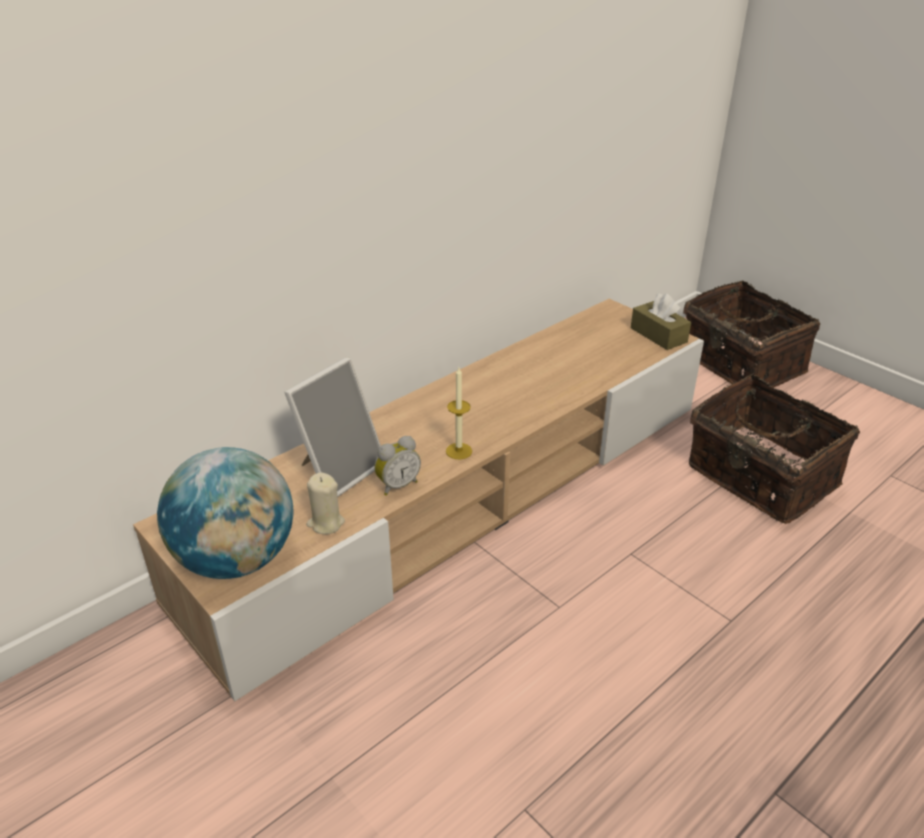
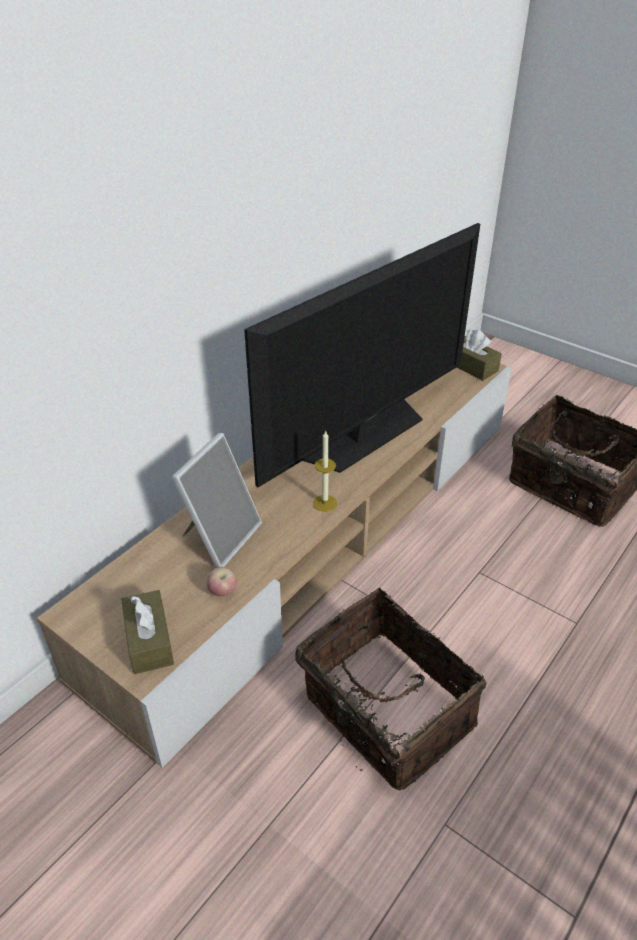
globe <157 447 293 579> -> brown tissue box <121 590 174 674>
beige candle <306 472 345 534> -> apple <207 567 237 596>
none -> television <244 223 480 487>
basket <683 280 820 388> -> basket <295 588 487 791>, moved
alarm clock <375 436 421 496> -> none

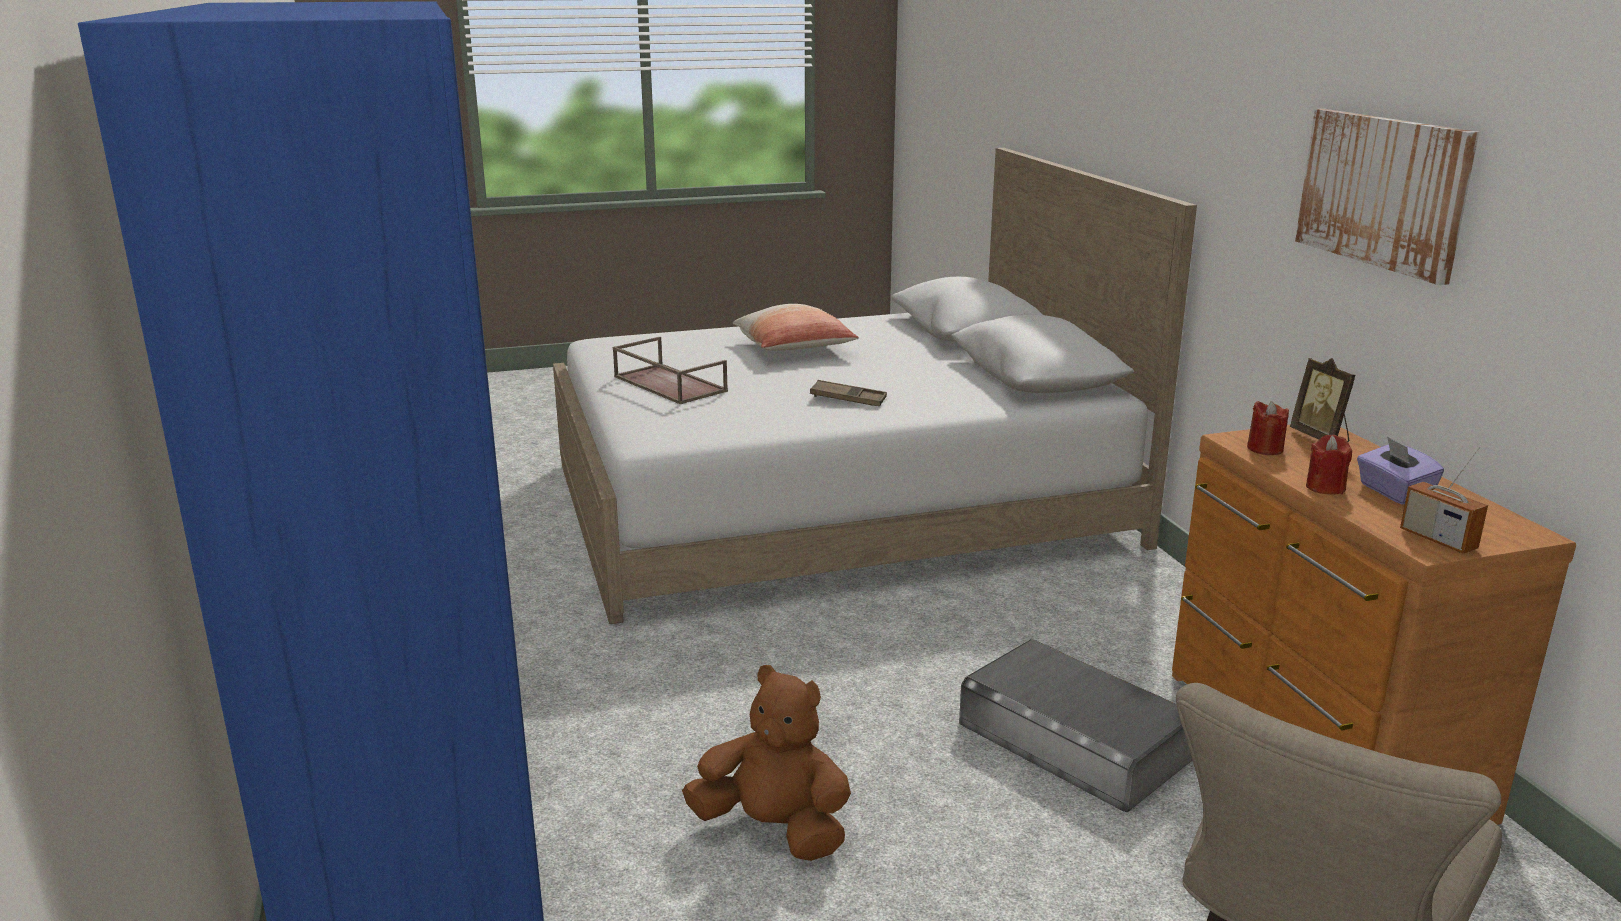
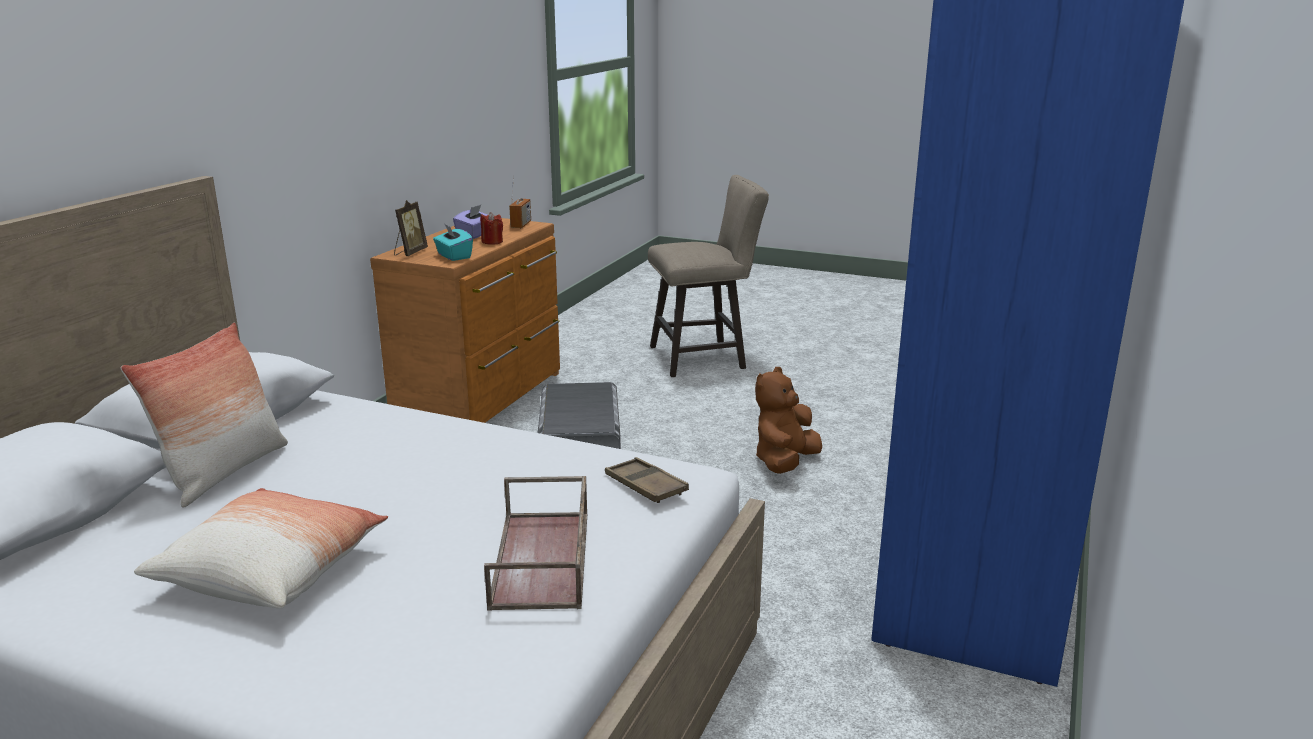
none -> pillow <120 323 288 508>
red candle <1247 401 1289 455> -> turquoise tissue box <433 223 473 261>
brown tray <810 380 887 406> -> brown tray <605 457 689 503>, moved
brown plush toy <682 665 851 861> -> brown plush toy <755 367 822 474>, 60 degrees clockwise
picture <1295 109 1479 285> -> none

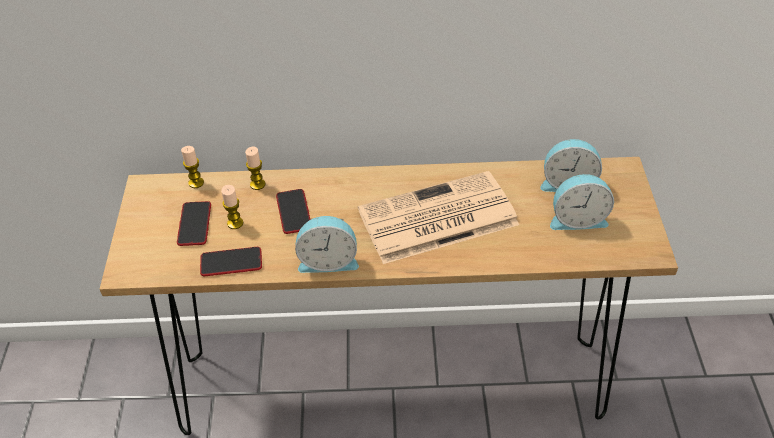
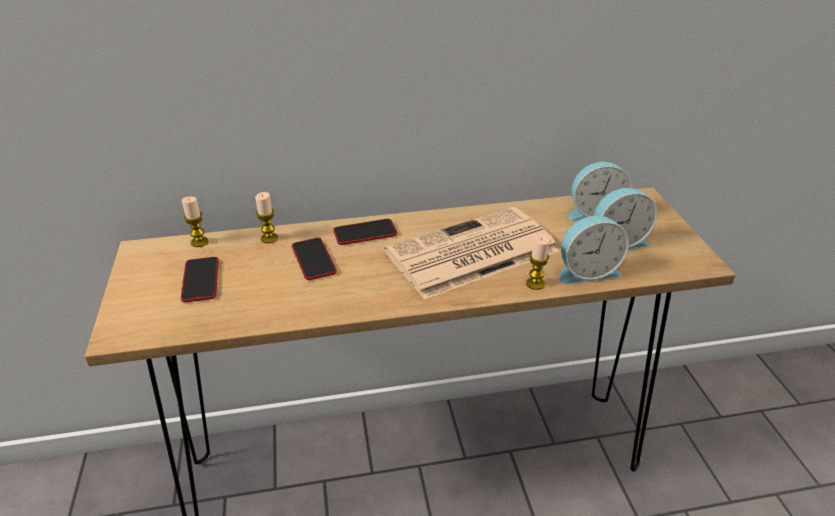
phone <200 247 262 276> -> phone <333 219 397 245>, moved
candle <221 185 244 229> -> candle <526 234 550 290>, moved
alarm clock <295 216 359 273> -> alarm clock <559 216 629 284>, moved

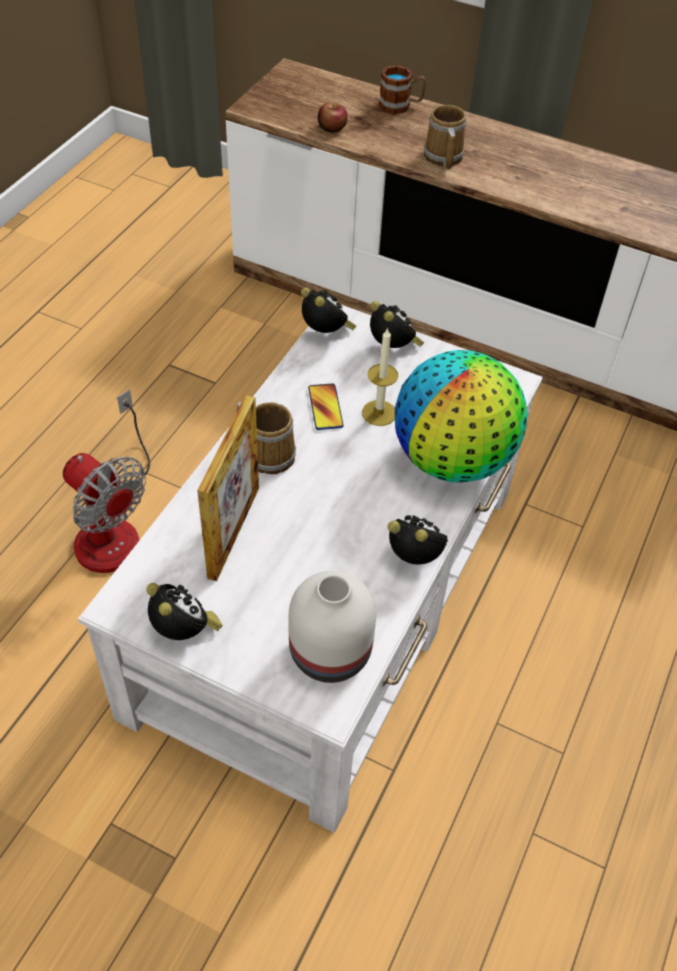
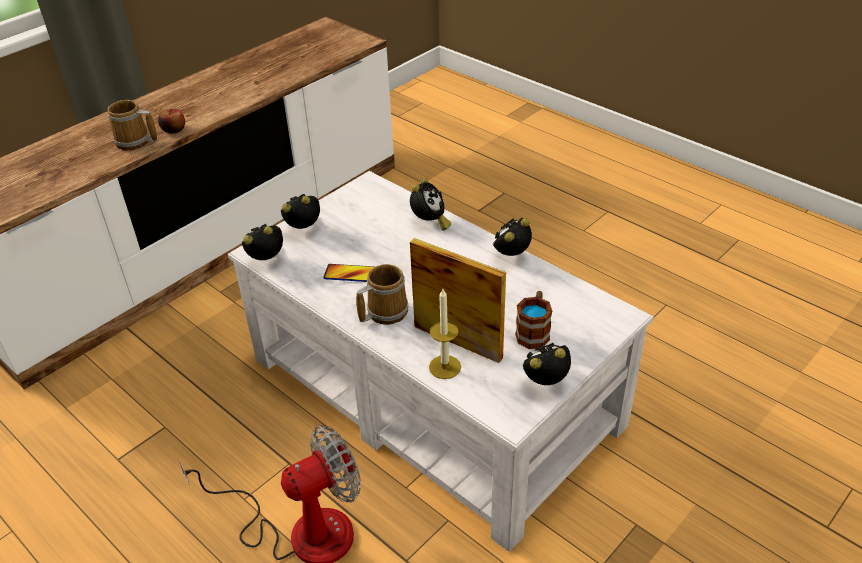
apple <318 102 348 132> -> apple <158 109 185 134>, moved
globe <395 350 527 483> -> alarm clock <410 178 451 231>
candle <362 327 398 426> -> candle <429 289 461 379>, moved
mug <379 65 426 114> -> mug <515 291 552 349>, moved
white vase <289 571 376 683> -> none

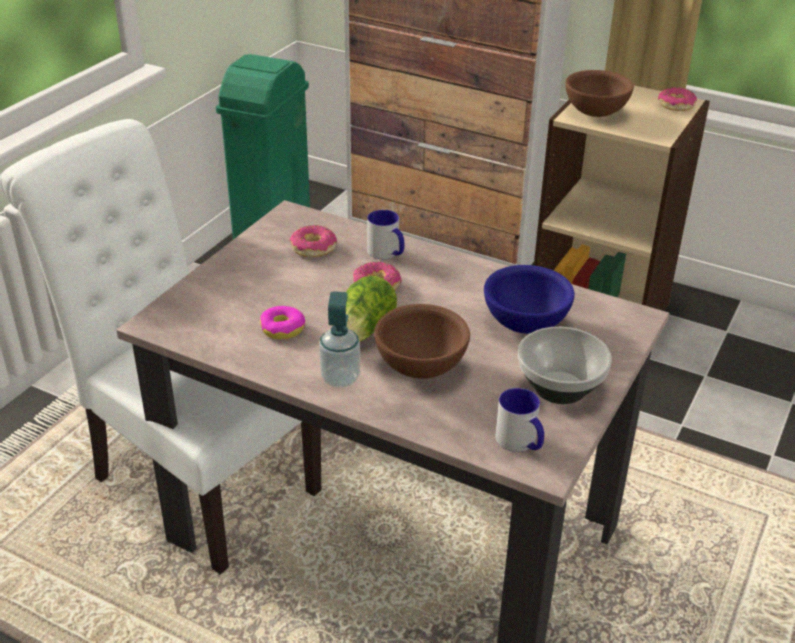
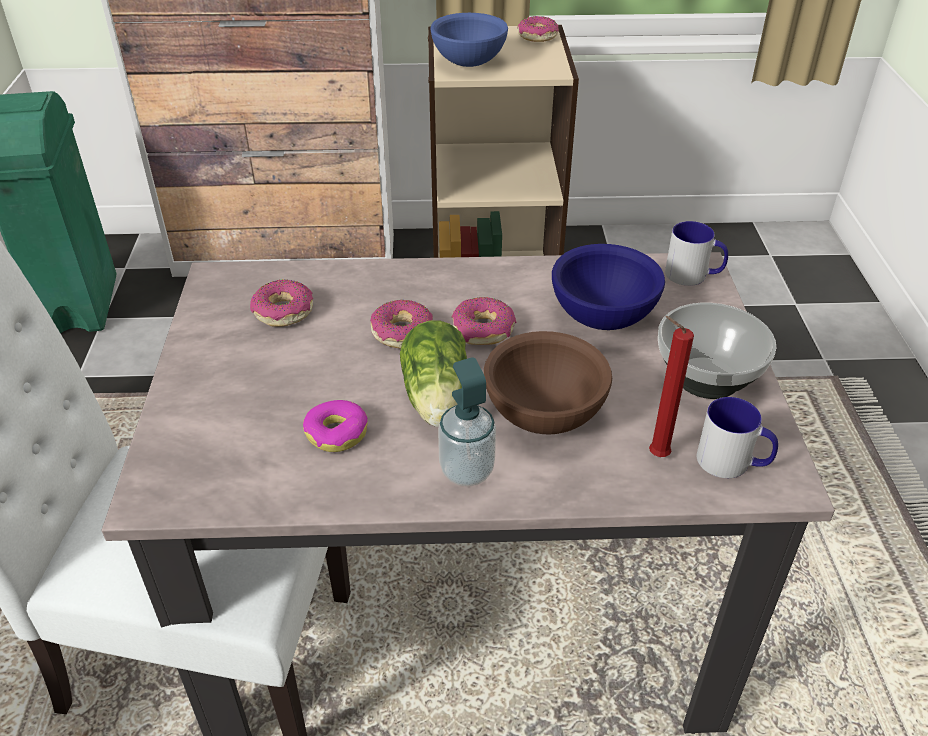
brown bowl <565 70 634 117> -> blue bowl <430 13 508 67>
none -> donut <452 297 516 345>
none -> red candle <649 316 694 457>
mug <367 210 404 259> -> mug <665 221 728 286>, moved

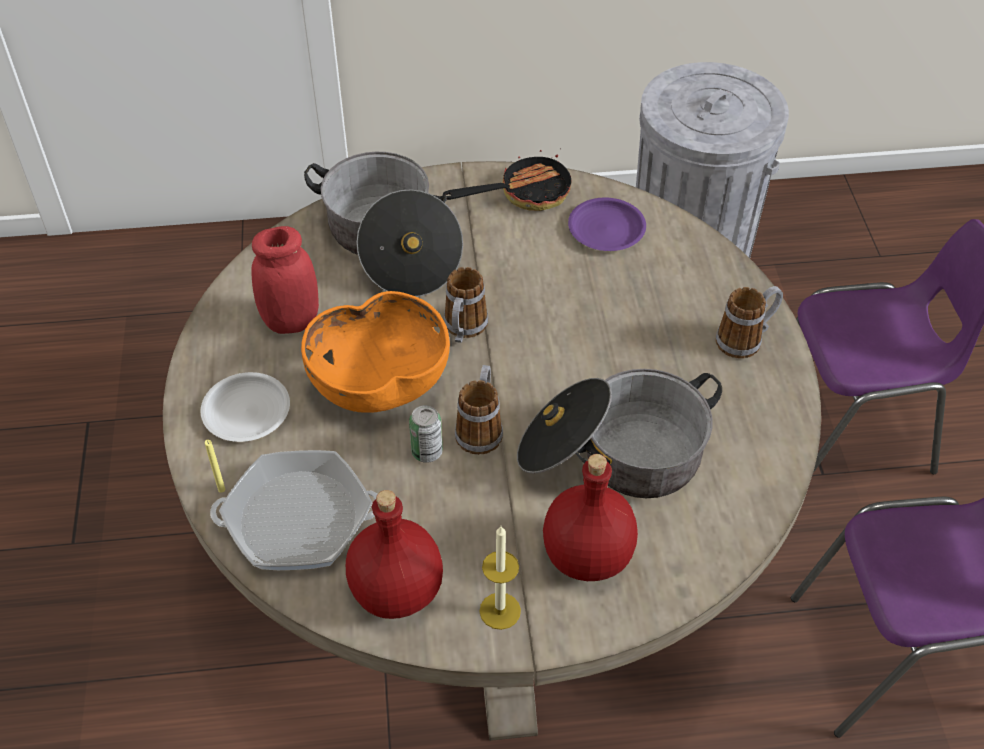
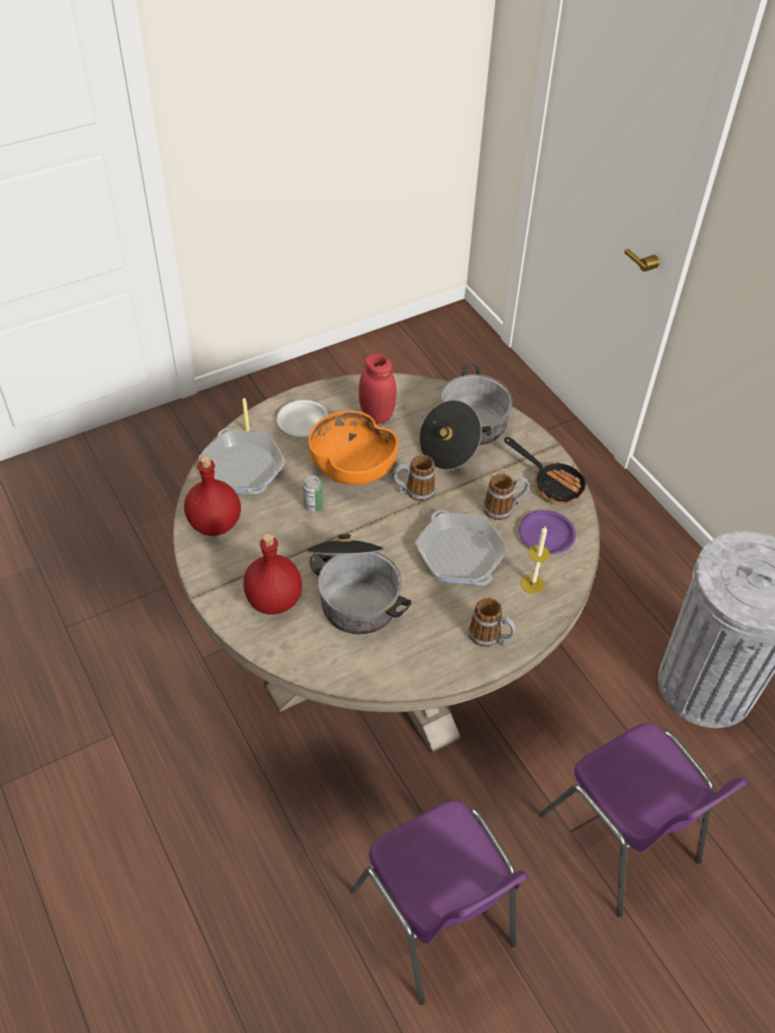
none -> frying pan <415 510 508 585>
mug <455 365 503 455> -> mug <483 473 529 520>, moved
candle <479 526 521 630> -> candle <521 526 550 594>, moved

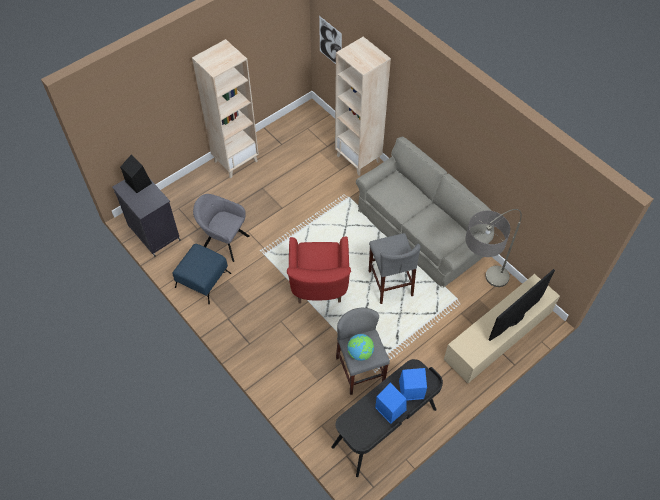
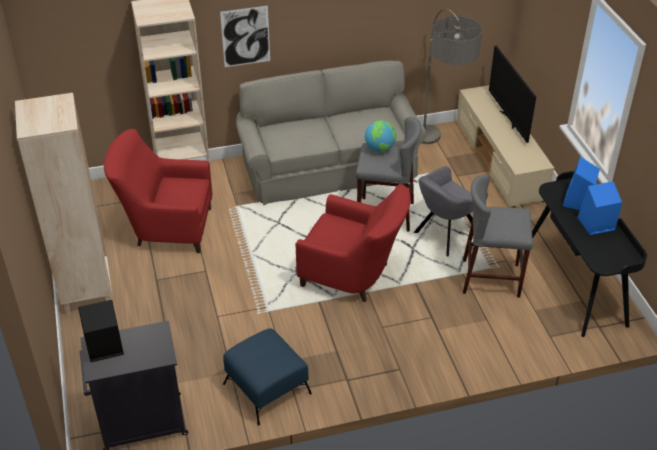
none -> red armchair <104 129 212 253>
picture <319 16 342 64> -> picture <220 6 270 67>, moved
globe <347 334 374 361> -> globe <365 121 396 152>, moved
grey armchair <193 194 250 262> -> grey armchair <414 166 488 257>, moved

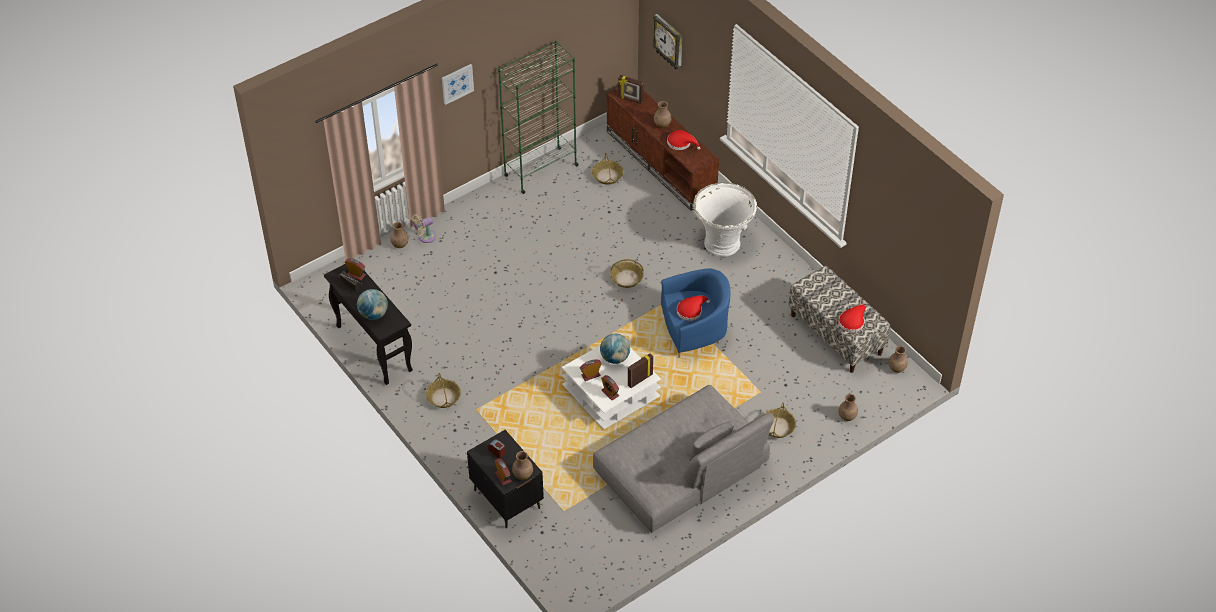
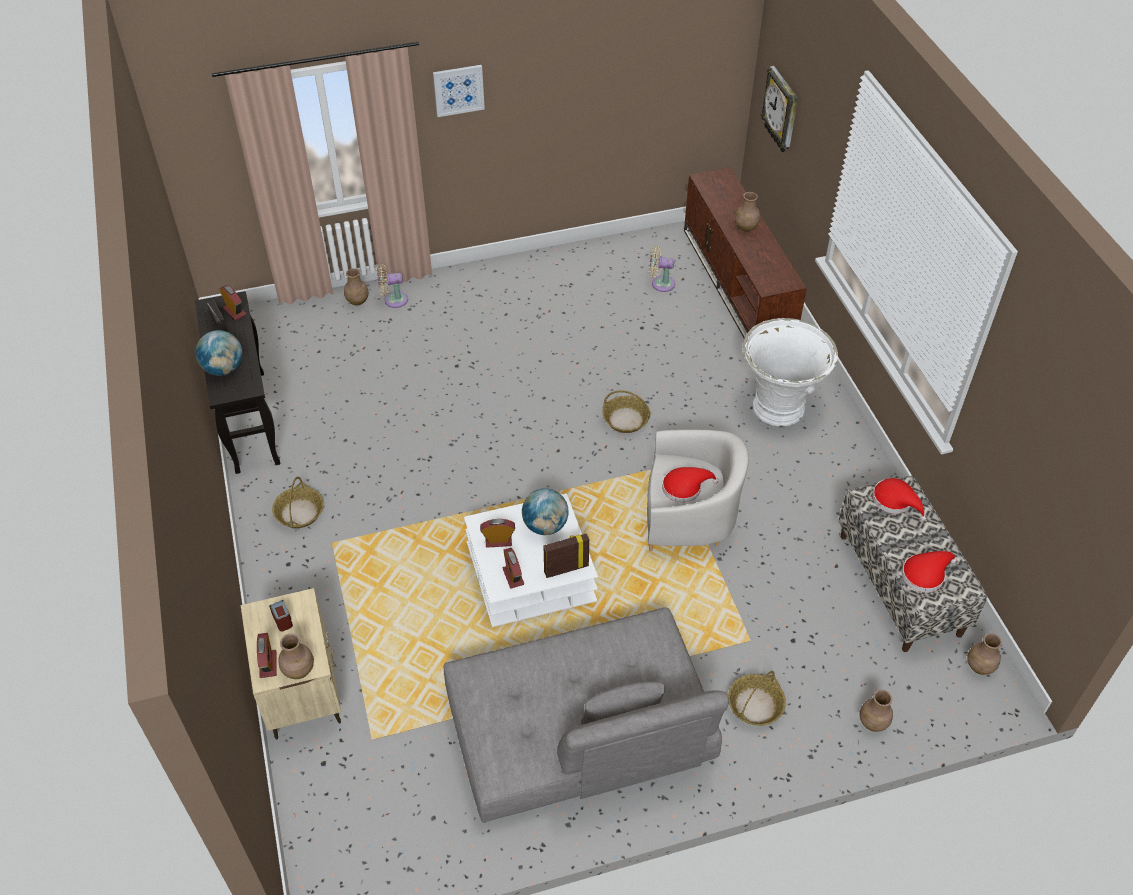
black nightstand <467 430 544 529> -> beige nightstand <241 588 341 740>
blue armchair <661 268 731 358> -> white armchair <647 430 749 551>
basket <592 153 623 185> -> beige fan <649 246 675 292>
red hat <667 130 701 150> -> red hat <872 478 926 521>, moved
green bookcase <498 41 579 194> -> none
picture frame <618 75 644 104> -> none

